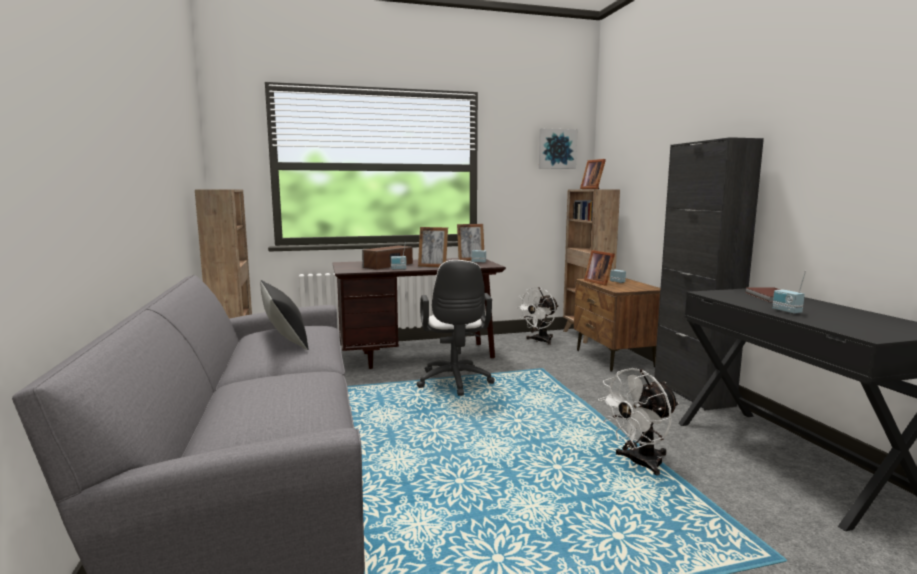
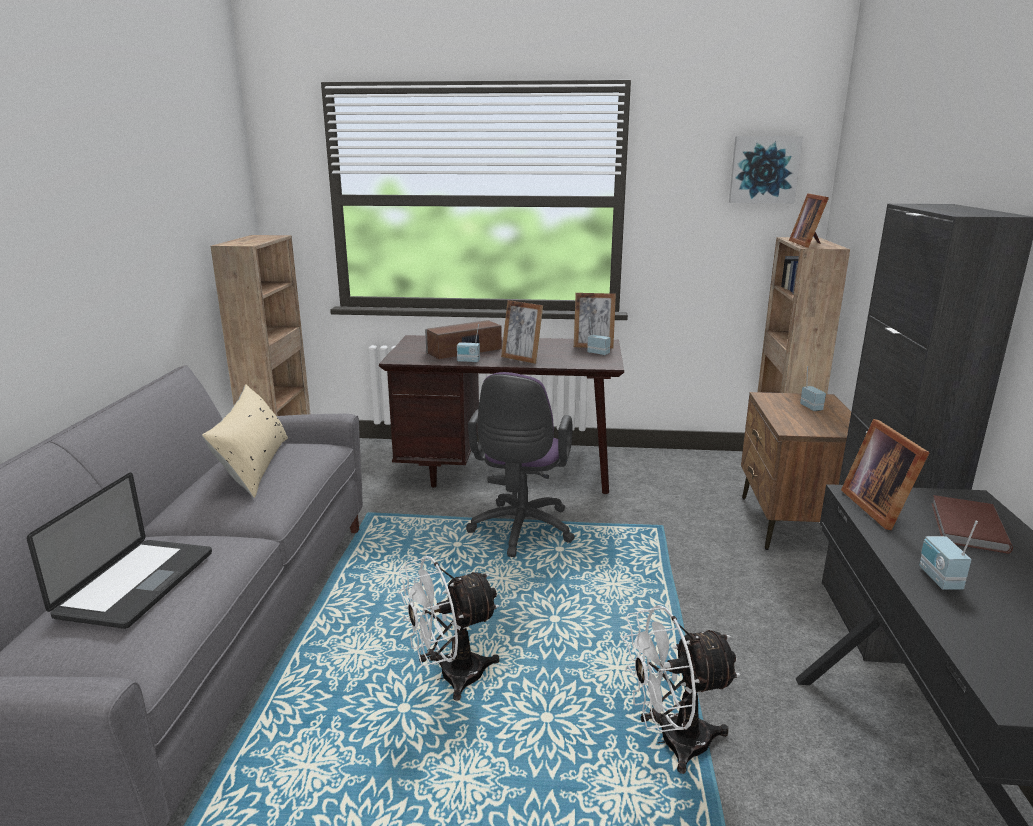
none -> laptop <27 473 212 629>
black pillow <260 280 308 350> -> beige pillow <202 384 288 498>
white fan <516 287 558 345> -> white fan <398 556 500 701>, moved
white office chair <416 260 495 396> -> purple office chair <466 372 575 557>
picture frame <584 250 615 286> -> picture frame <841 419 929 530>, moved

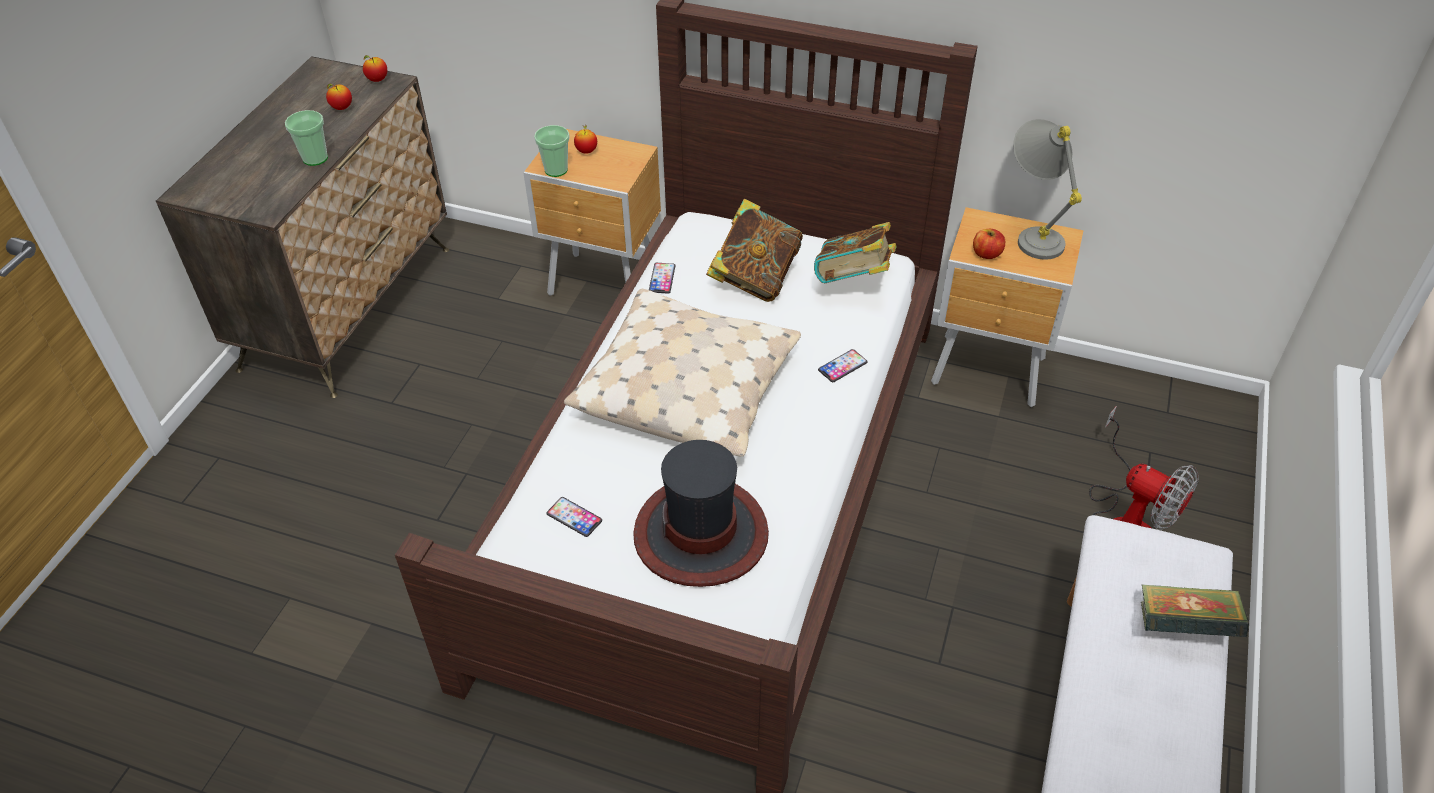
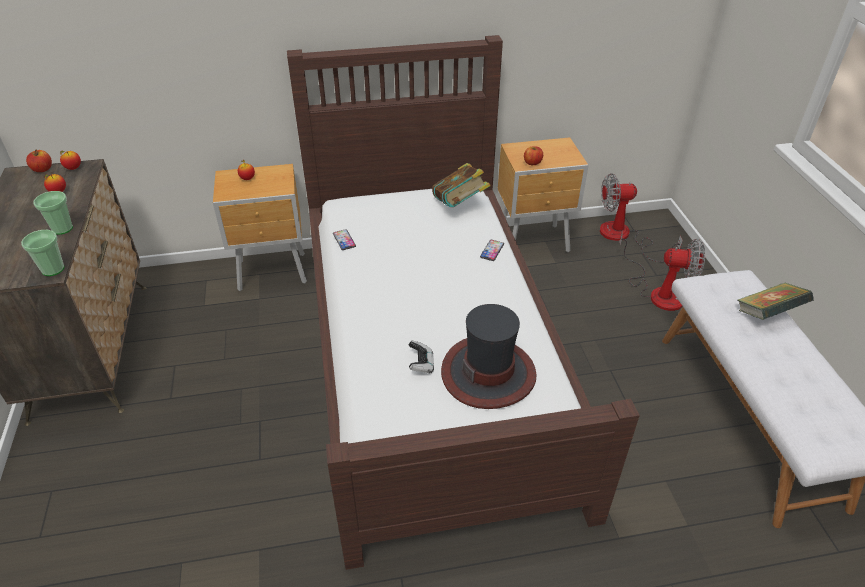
cup <534 125 570 177> -> cup <21 230 64 276>, moved
none -> apple <26 149 52 172>
none -> game controller <409 341 434 374>
none -> fan <600 173 683 262>
phone <546 497 602 537> -> none
beige pillow <564 289 801 457> -> none
book <706 199 803 302> -> none
grey table lamp <1013 119 1082 260> -> none

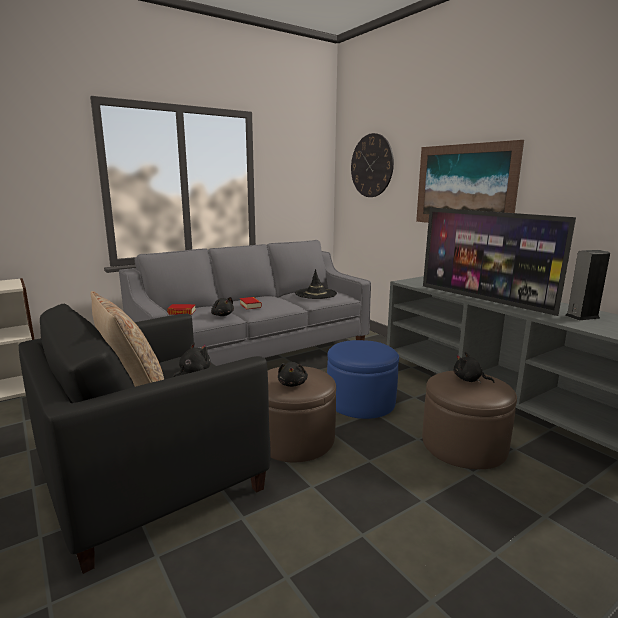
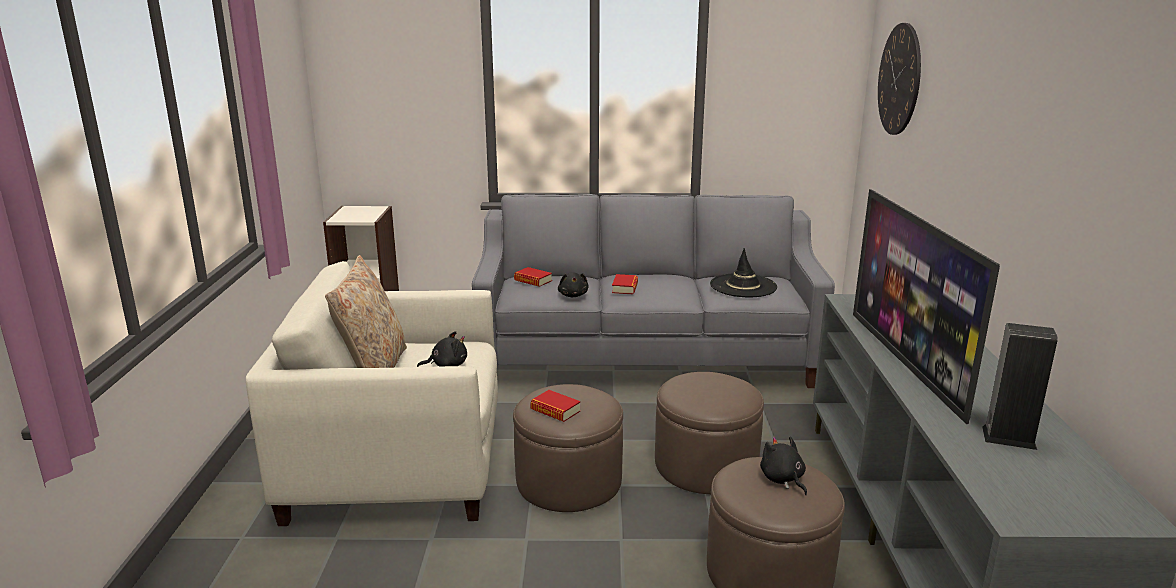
black armchair <19 304 271 574> -> beige armchair <246 261 498 526>
black plush toy <278 362 308 387> -> book <530 390 581 422>
blue ottoman <327 340 399 419> -> brown ottoman <655 372 764 494>
picture <416 140 524 223> -> none

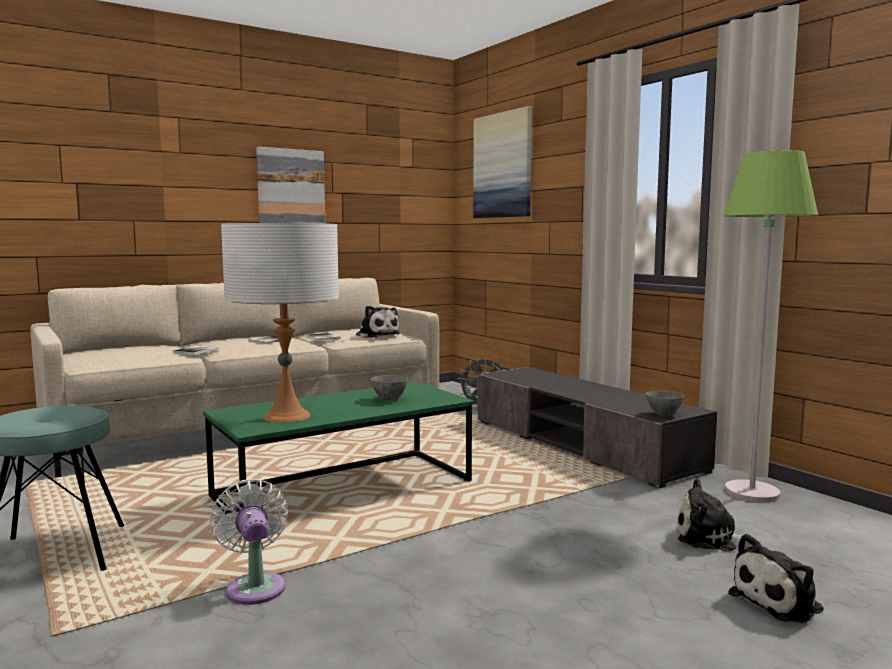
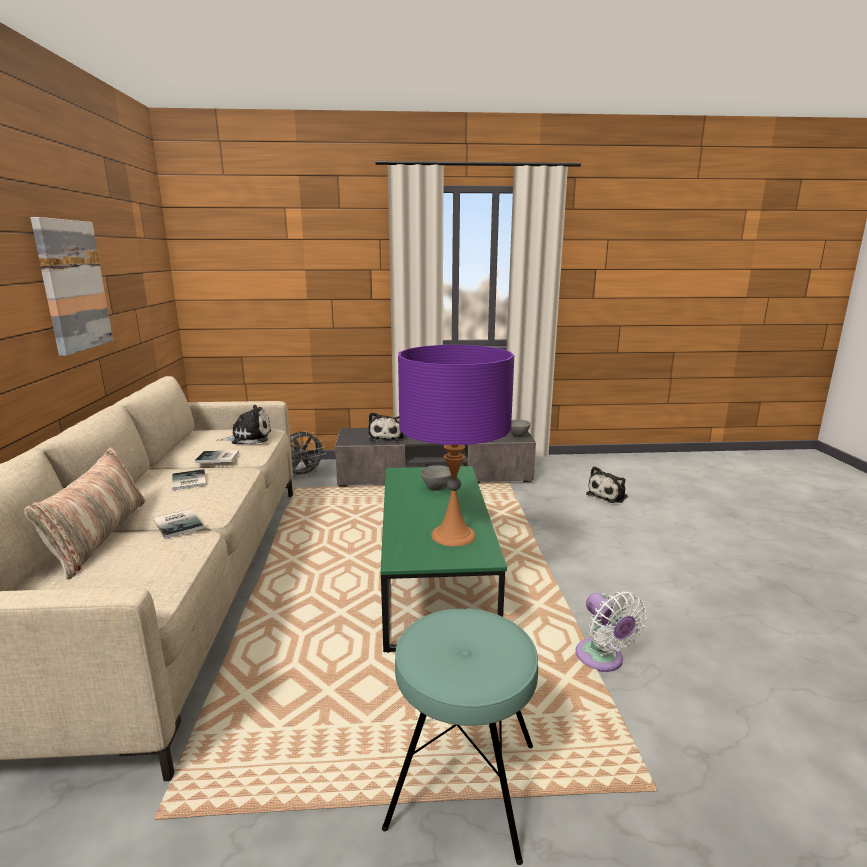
none -> pillow <24 447 145 580>
plush toy <728 534 824 623> -> plush toy <368 412 404 441>, moved
white table lamp <221 223 339 423> -> purple table lamp <398 345 514 547>
white fan <210 479 288 605> -> white fan <576 591 646 672>, 120 degrees counterclockwise
picture <473 106 532 218> -> none
green floor lamp <723 150 818 502> -> none

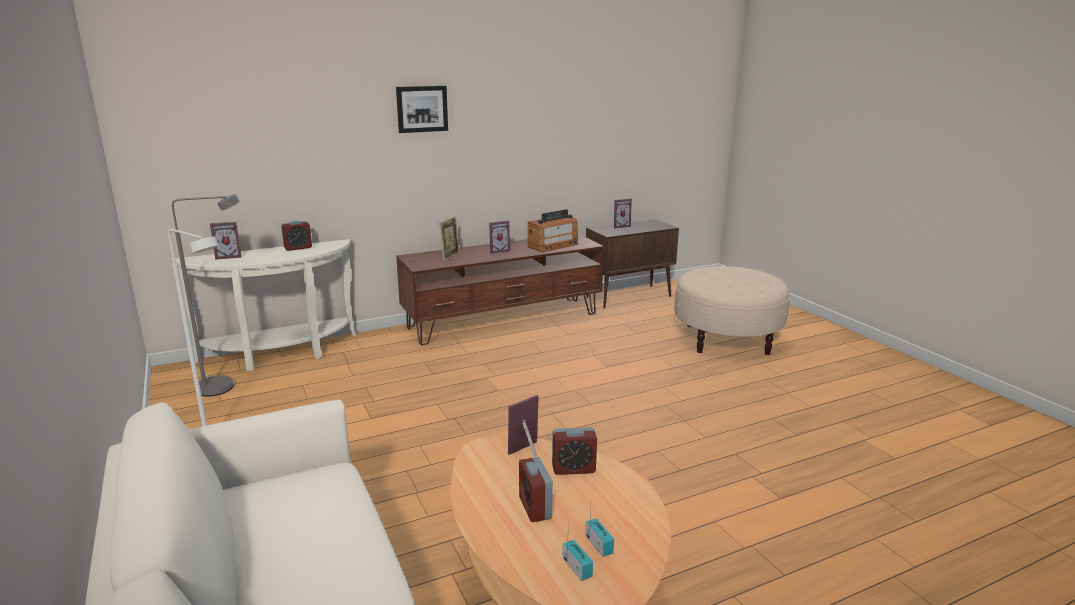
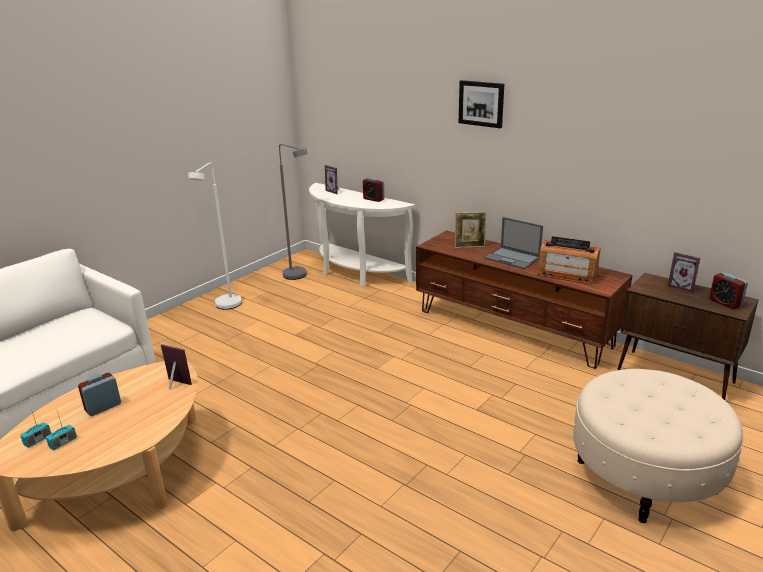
picture frame <489 221 510 254> -> laptop <485 217 543 269>
alarm clock <552 427 597 475> -> alarm clock <709 272 748 309>, moved

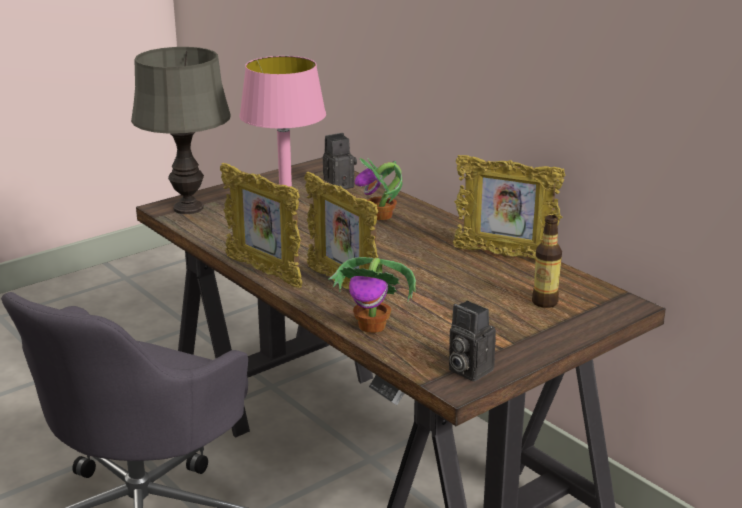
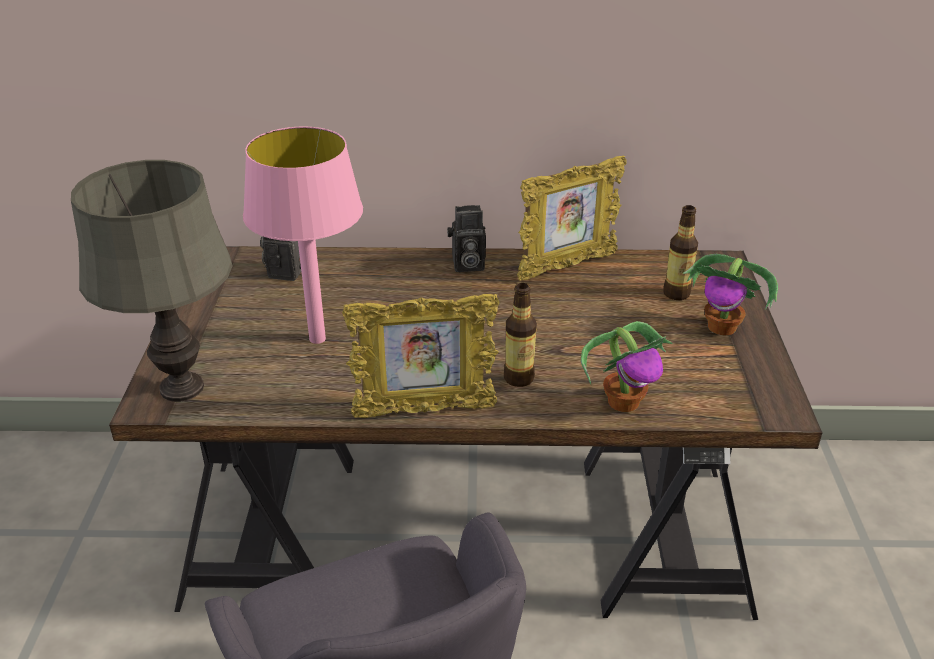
photo camera <449 300 496 381> -> photo camera <447 205 486 272>, moved
picture frame <304 172 378 289> -> bottle <504 283 537 387>
potted plant <355 157 403 220> -> potted plant <683 254 778 335>, moved

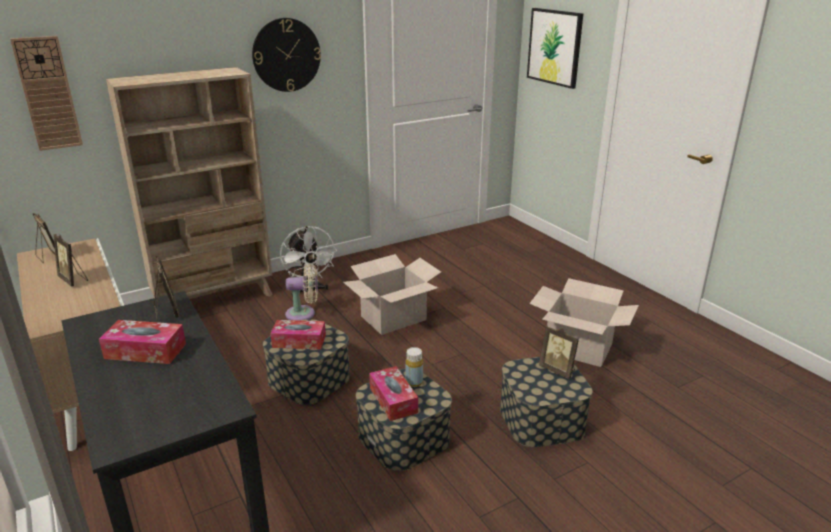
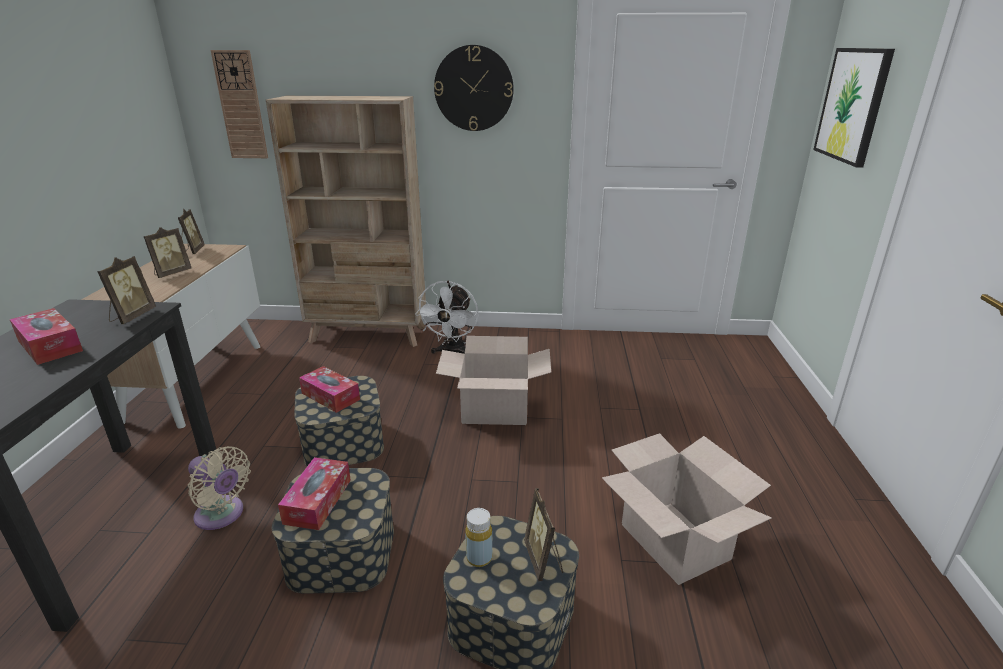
picture frame <54 234 88 287> -> picture frame <144 227 191 278>, 135 degrees counterclockwise
beige fan <285 264 318 320> -> beige fan <188 446 251 530>, moved
yellow bottle <405 347 423 387> -> yellow bottle <465 508 492 567>, moved

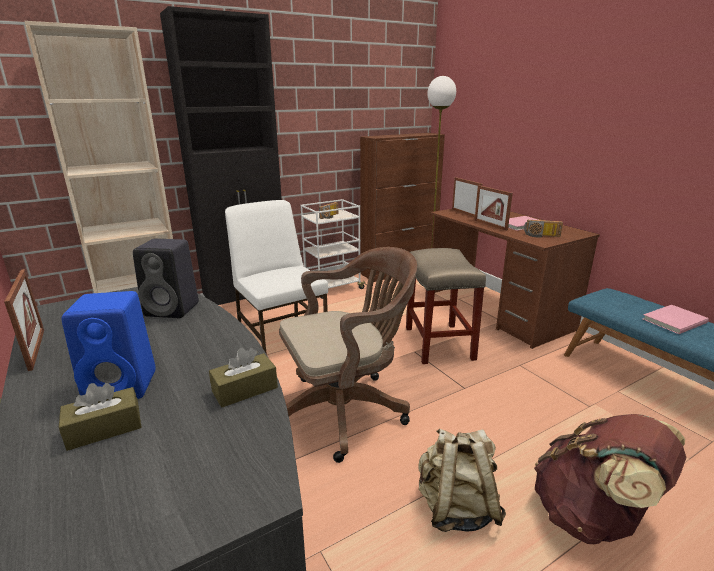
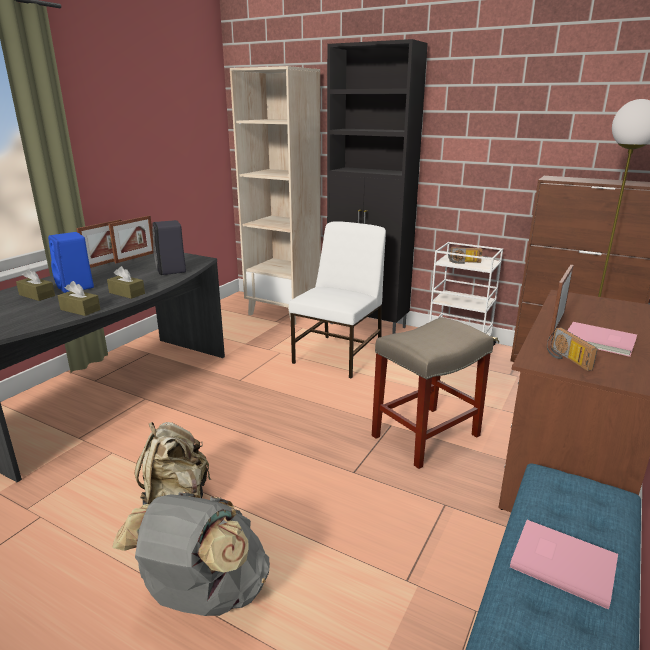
none -> brown tissue box <107 266 145 299>
picture frame <452 177 482 217> -> picture frame <109 216 154 263>, moved
brown backpack <534 414 686 544> -> grey backpack <113 492 270 616>
brown office chair <279 247 417 463> -> none

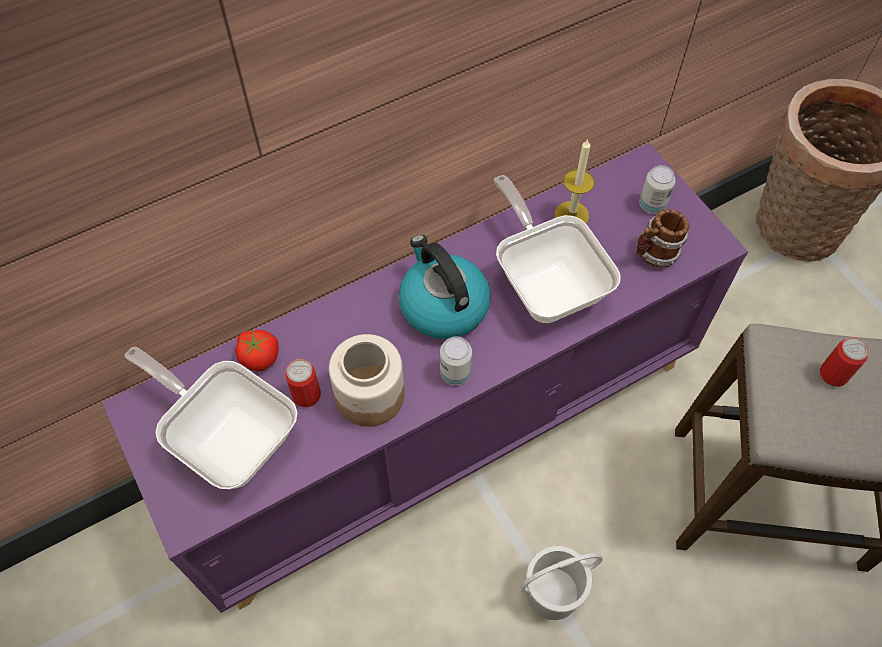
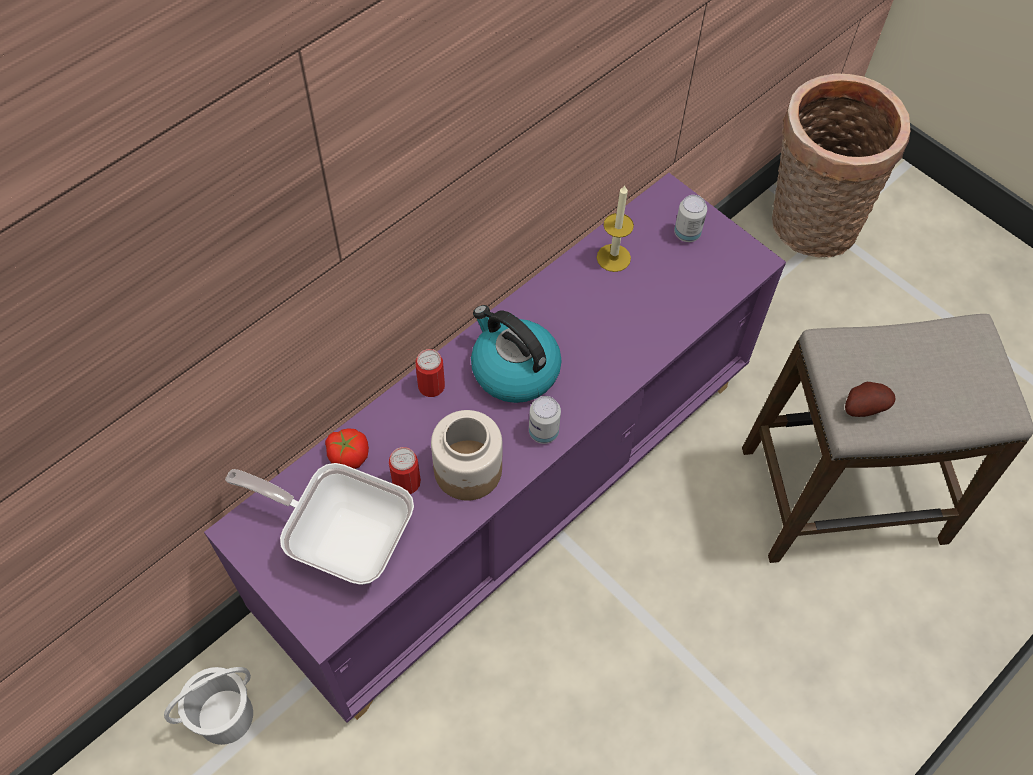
white bucket <520 546 603 620> -> white bucket <164 667 253 745>, moved
can <820 337 869 387> -> can <416 349 445 397>, moved
none -> potato <845 382 896 417>
frying pan <494 175 621 323> -> none
mug <636 209 689 267> -> none

